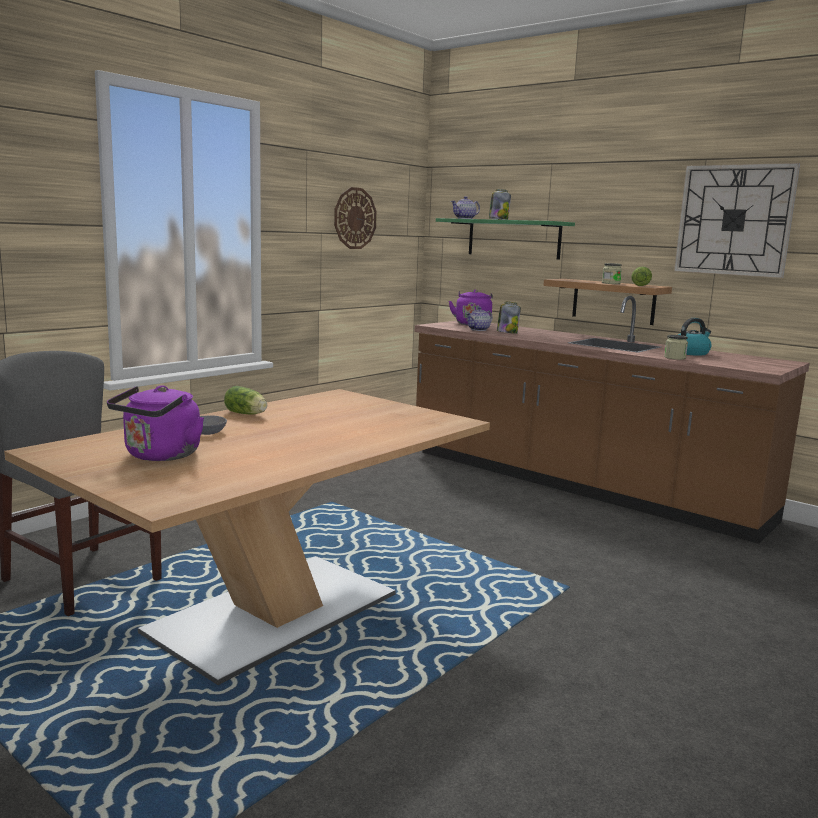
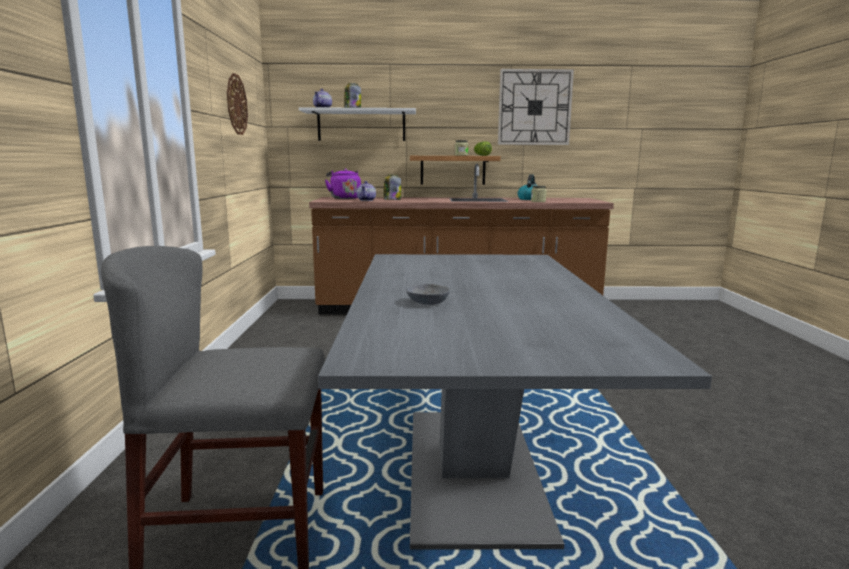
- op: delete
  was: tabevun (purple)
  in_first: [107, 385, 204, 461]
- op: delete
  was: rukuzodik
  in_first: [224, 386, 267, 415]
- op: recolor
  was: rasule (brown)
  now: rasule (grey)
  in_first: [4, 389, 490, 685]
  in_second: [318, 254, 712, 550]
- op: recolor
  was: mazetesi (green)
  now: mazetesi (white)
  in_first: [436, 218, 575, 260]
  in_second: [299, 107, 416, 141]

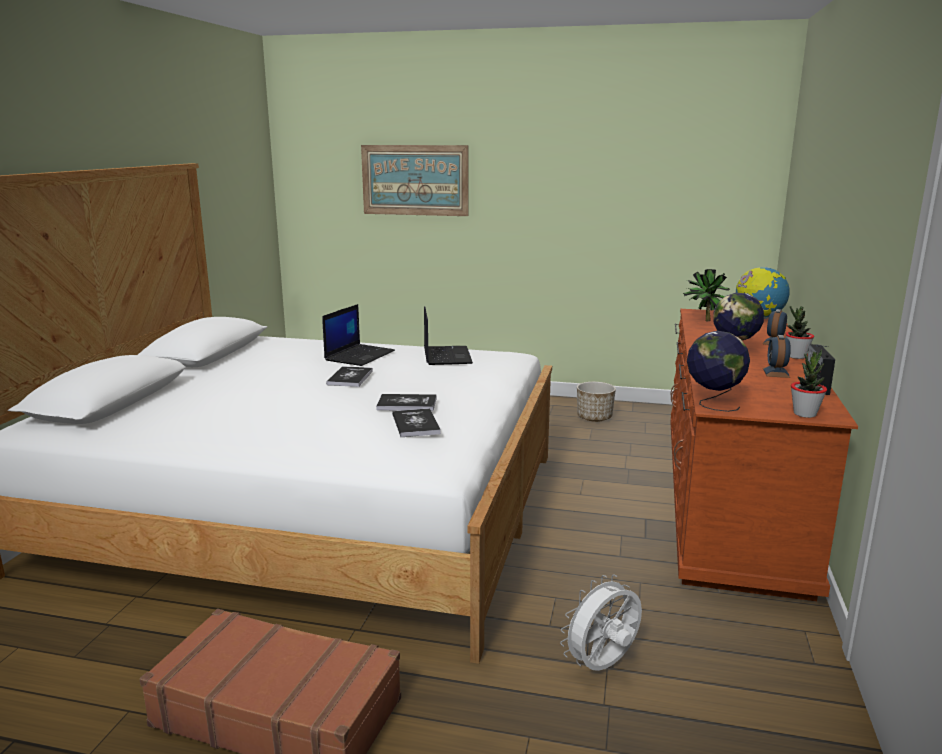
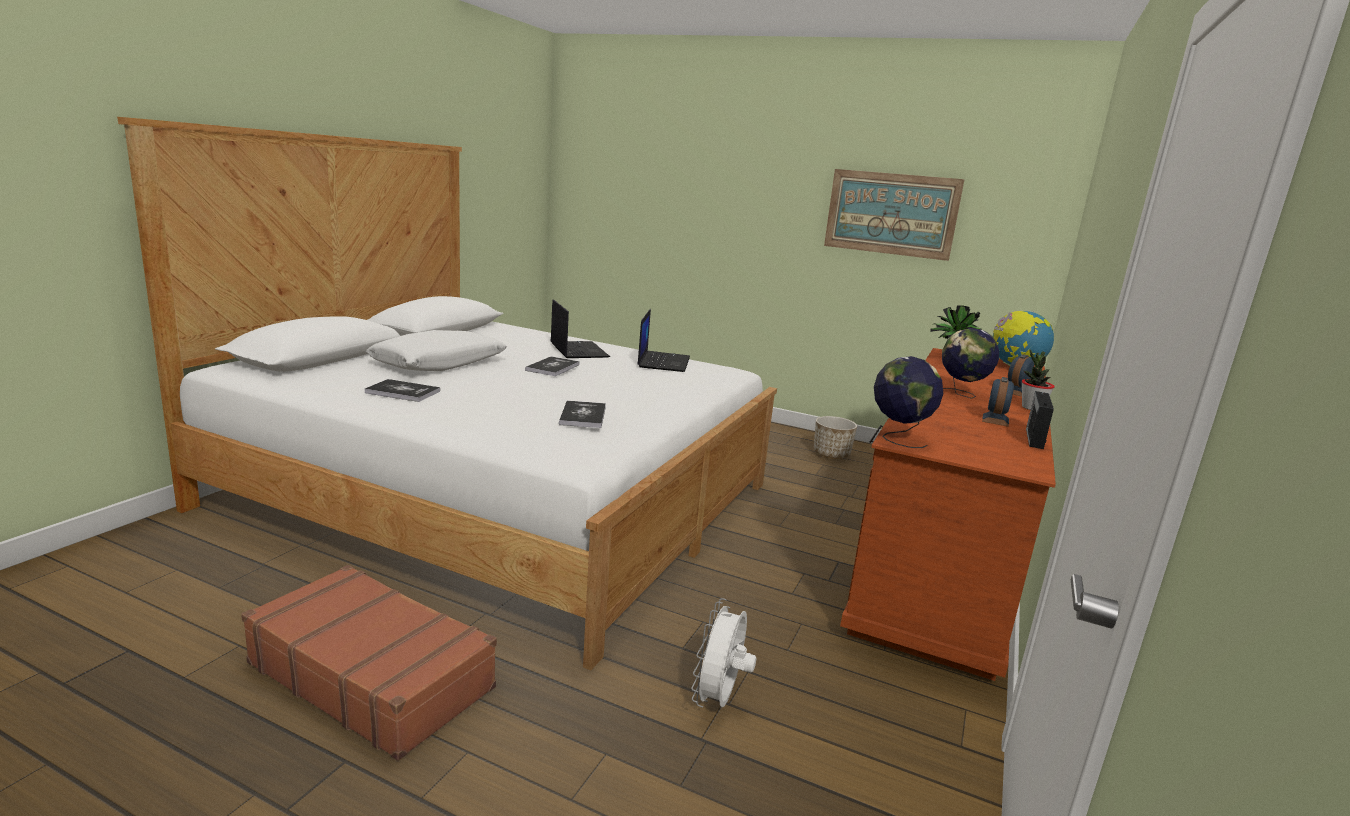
- op: delete
  was: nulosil
  in_first: [791, 349, 827, 418]
- op: insert
  now: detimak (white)
  in_second: [366, 330, 507, 371]
- op: move
  was: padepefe
  in_first: [361, 145, 469, 216]
  in_second: [824, 169, 964, 261]
- op: move
  was: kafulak
  in_first: [376, 394, 437, 411]
  in_second: [365, 379, 440, 402]
- op: rotate
  was: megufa
  in_first: [322, 304, 395, 366]
  in_second: [550, 299, 610, 358]
  clockwise: -60
- op: rotate
  was: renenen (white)
  in_first: [560, 574, 642, 671]
  in_second: [691, 598, 756, 708]
  clockwise: -45

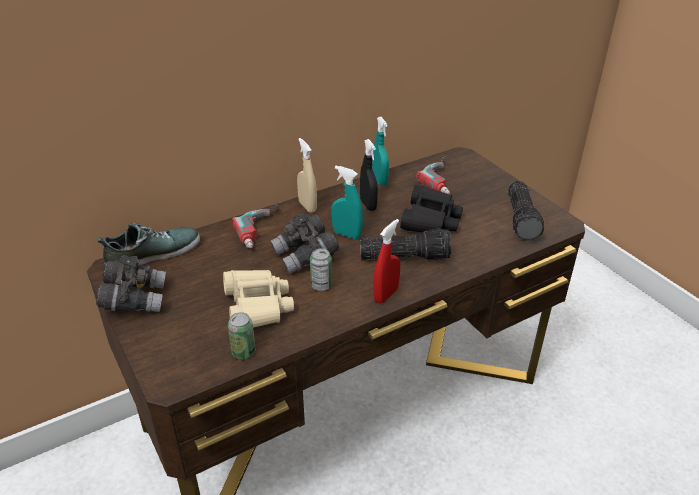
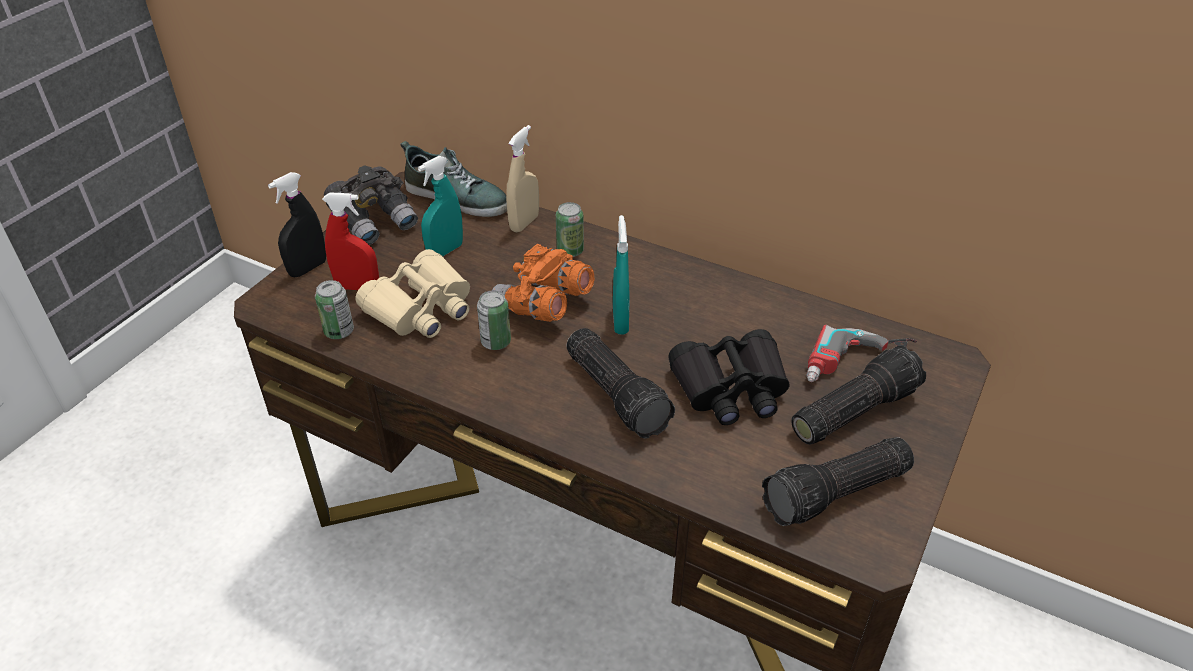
- op: insert
  now: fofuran
  in_second: [791, 345, 926, 445]
- op: move
  was: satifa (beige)
  in_first: [297, 138, 317, 213]
  in_second: [506, 125, 539, 233]
- op: move
  was: satifa (black)
  in_first: [360, 139, 378, 211]
  in_second: [268, 172, 326, 277]
- op: move
  was: satifa (turquoise)
  in_first: [372, 117, 389, 185]
  in_second: [418, 156, 463, 256]
- op: move
  was: satifa (red)
  in_first: [373, 219, 400, 304]
  in_second: [322, 192, 379, 290]
- op: replace
  was: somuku
  now: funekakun
  in_first: [232, 202, 281, 248]
  in_second: [556, 202, 584, 257]
- op: recolor
  was: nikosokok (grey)
  now: nikosokok (orange)
  in_first: [270, 214, 339, 274]
  in_second: [492, 244, 595, 322]

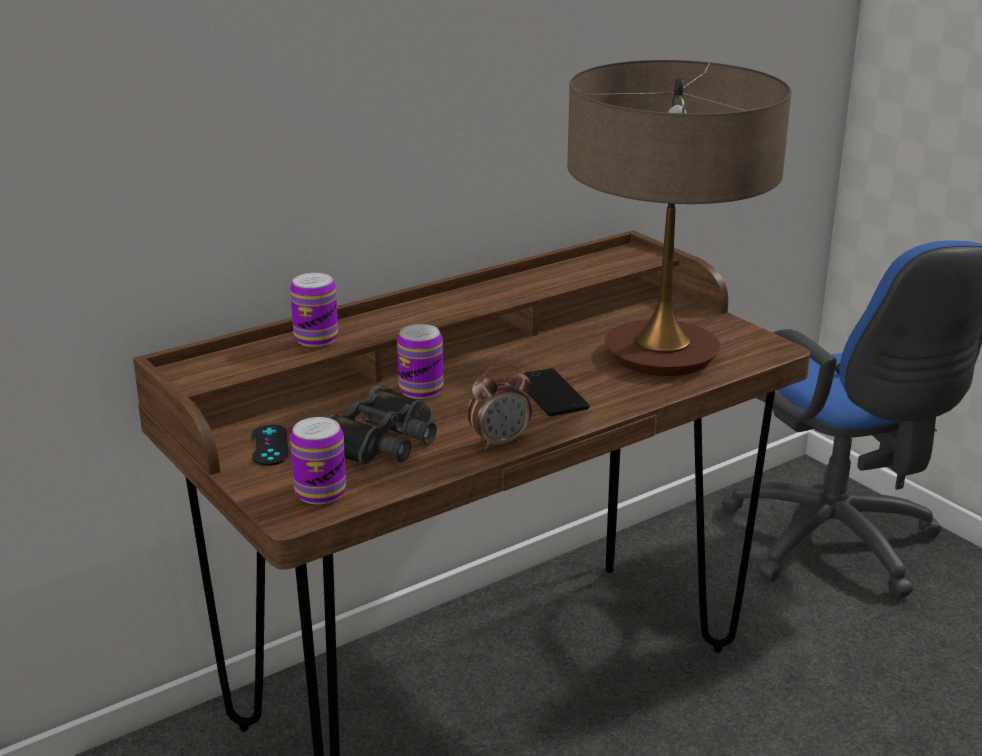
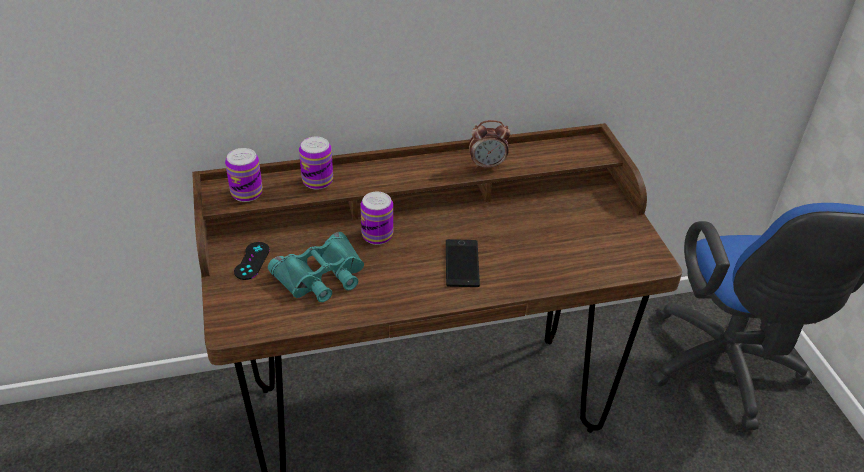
- op: delete
  was: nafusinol
  in_first: [567, 60, 791, 376]
- op: move
  was: funekakun
  in_first: [290, 417, 346, 504]
  in_second: [225, 148, 263, 202]
- op: move
  was: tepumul
  in_first: [467, 364, 532, 450]
  in_second: [469, 120, 510, 169]
- op: recolor
  was: nikosokok (black)
  now: nikosokok (turquoise)
  in_first: [328, 385, 437, 465]
  in_second: [268, 232, 364, 302]

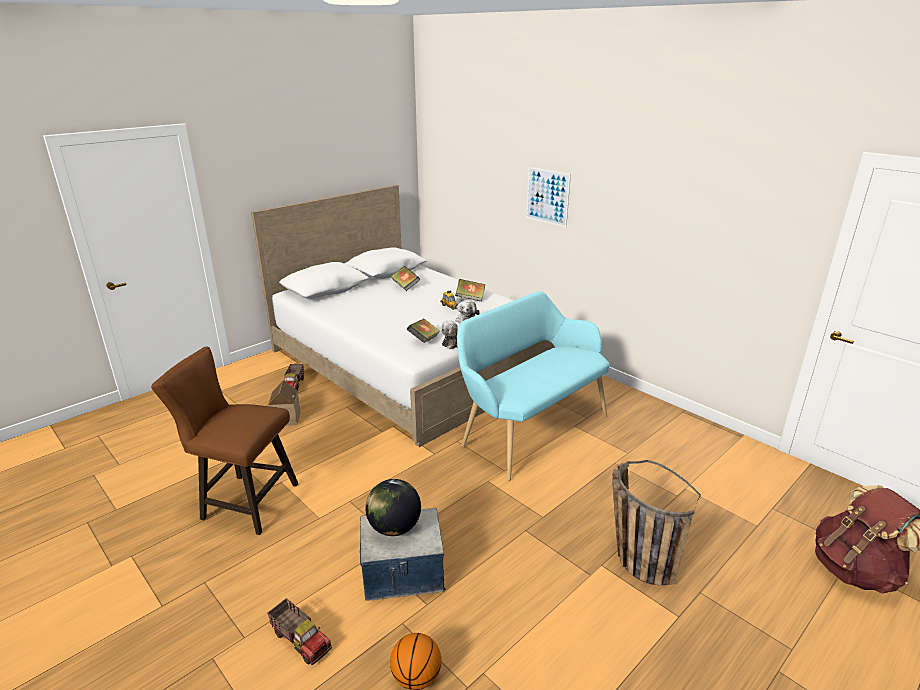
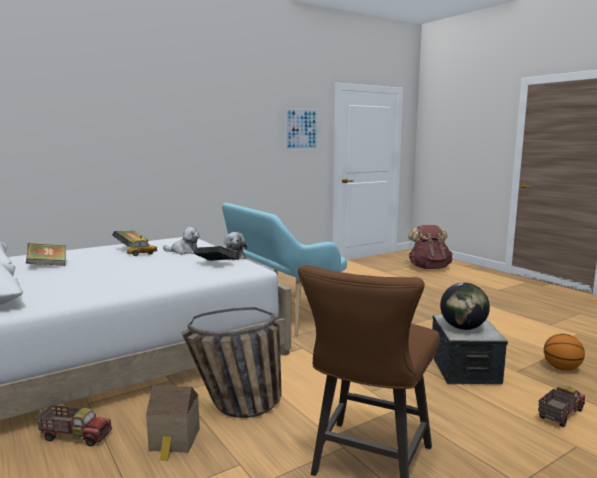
- op: move
  was: padepefe
  in_first: [526, 167, 571, 227]
  in_second: [284, 108, 319, 150]
- op: move
  was: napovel
  in_first: [612, 460, 701, 585]
  in_second: [181, 307, 282, 418]

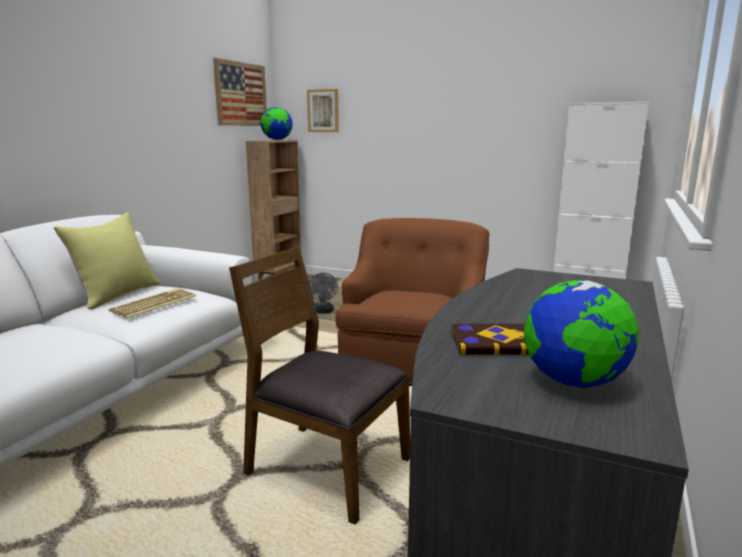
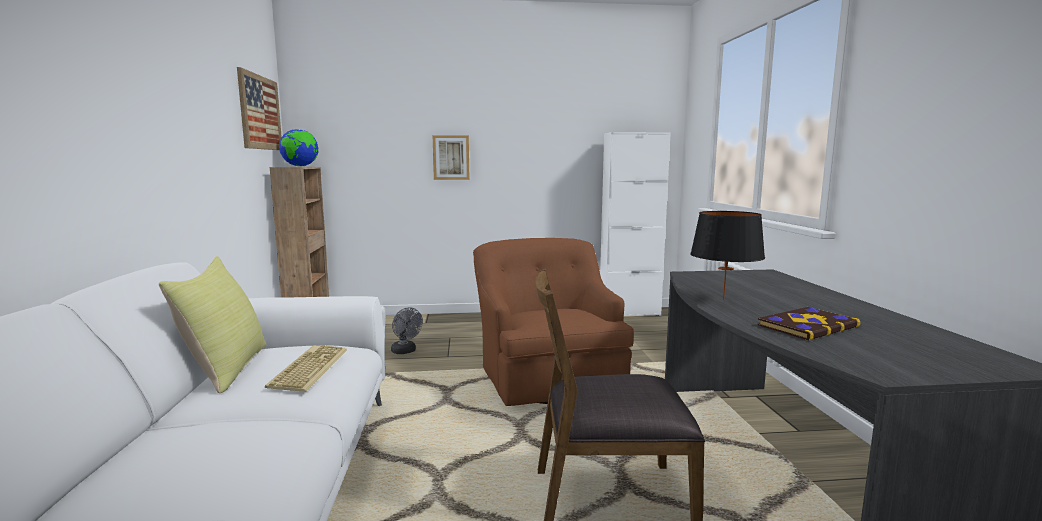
- op: delete
  was: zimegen
  in_first: [524, 280, 639, 388]
- op: insert
  now: nafusinol (black)
  in_second: [690, 211, 765, 300]
- op: move
  was: padepefe
  in_first: [307, 89, 339, 132]
  in_second: [432, 135, 470, 180]

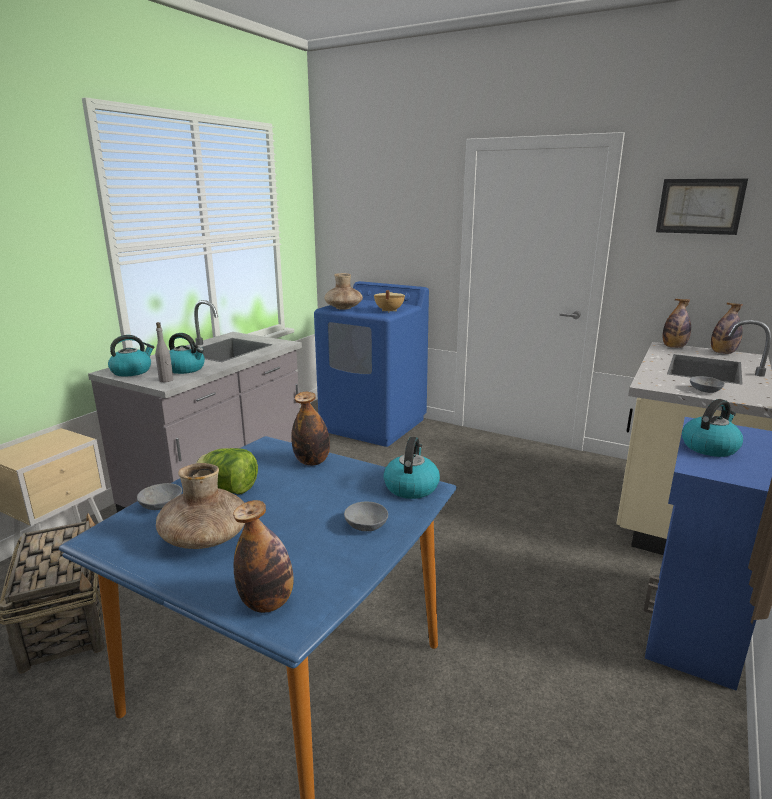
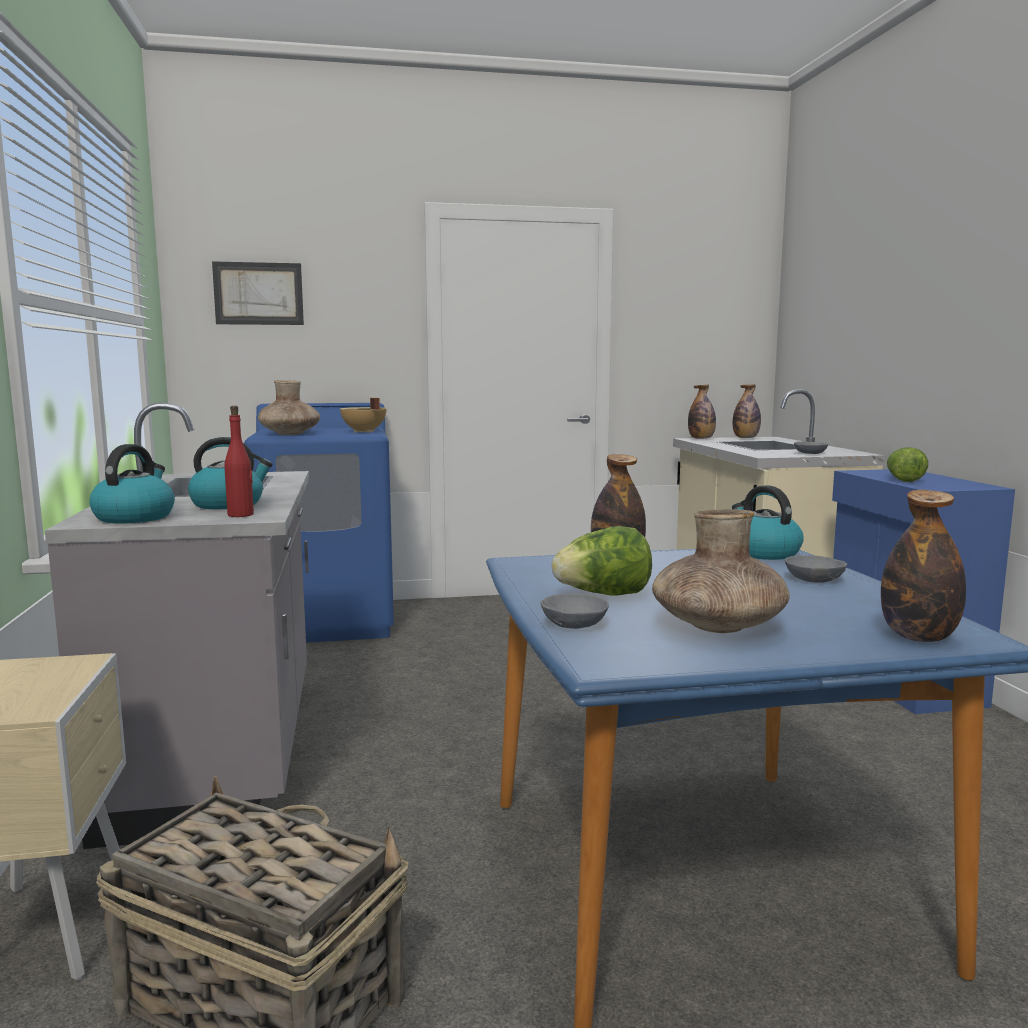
- op: move
  was: padepefe
  in_first: [656, 179, 748, 235]
  in_second: [212, 261, 304, 325]
- op: replace
  was: tabevun
  now: rukuzodik
  in_first: [682, 399, 743, 457]
  in_second: [887, 447, 928, 482]
- op: recolor
  was: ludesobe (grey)
  now: ludesobe (red)
  in_first: [155, 322, 173, 382]
  in_second: [224, 406, 254, 517]

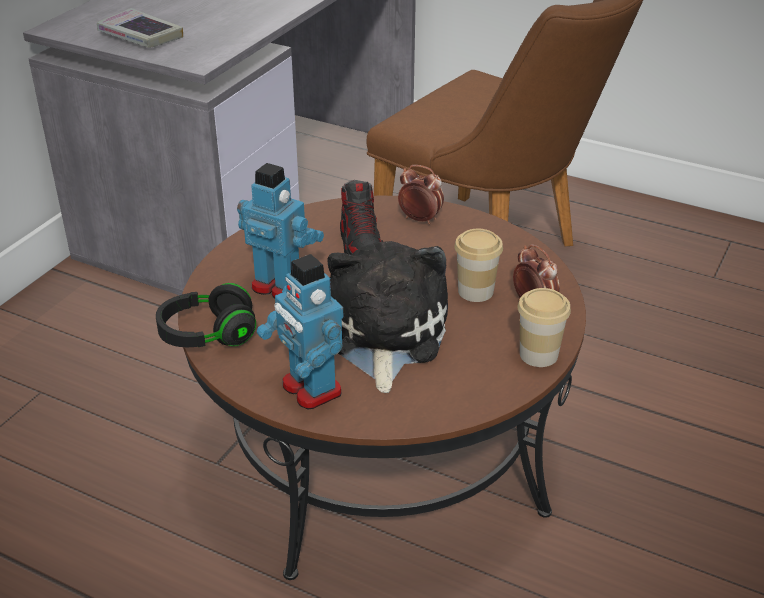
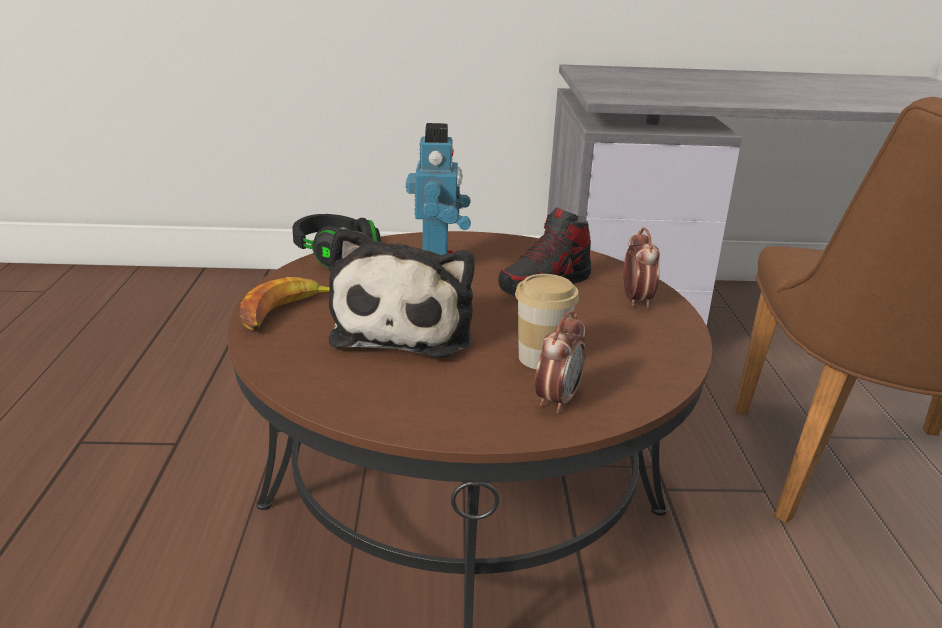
- op: delete
  was: kafulak
  in_first: [97, 8, 183, 48]
- op: delete
  was: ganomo
  in_first: [518, 288, 571, 367]
- op: replace
  was: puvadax
  now: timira
  in_first: [257, 254, 343, 409]
  in_second: [240, 277, 330, 330]
- op: rotate
  was: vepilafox
  in_first: [327, 241, 448, 393]
  in_second: [329, 227, 474, 358]
  clockwise: 120

